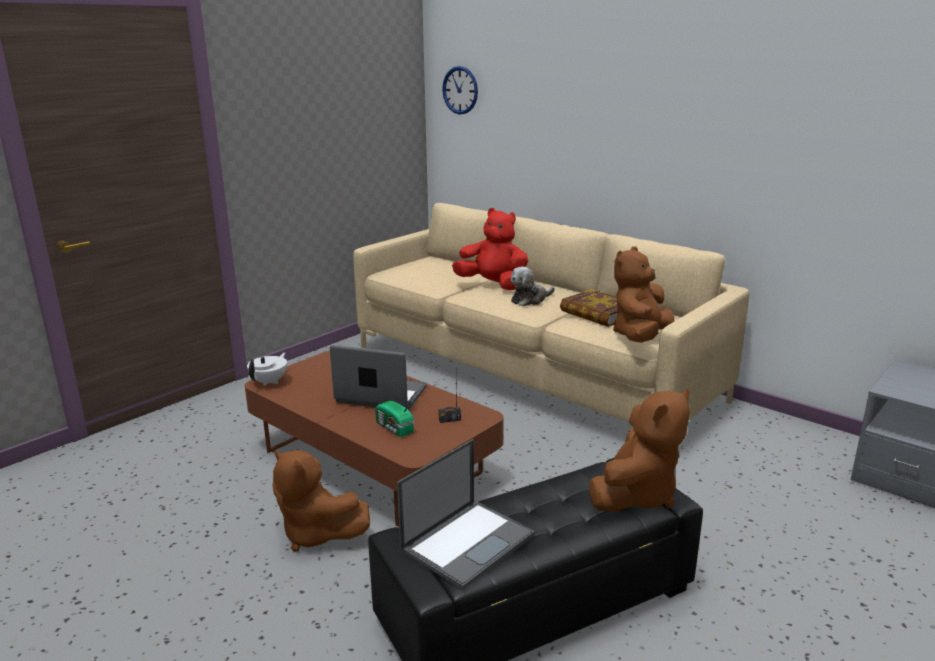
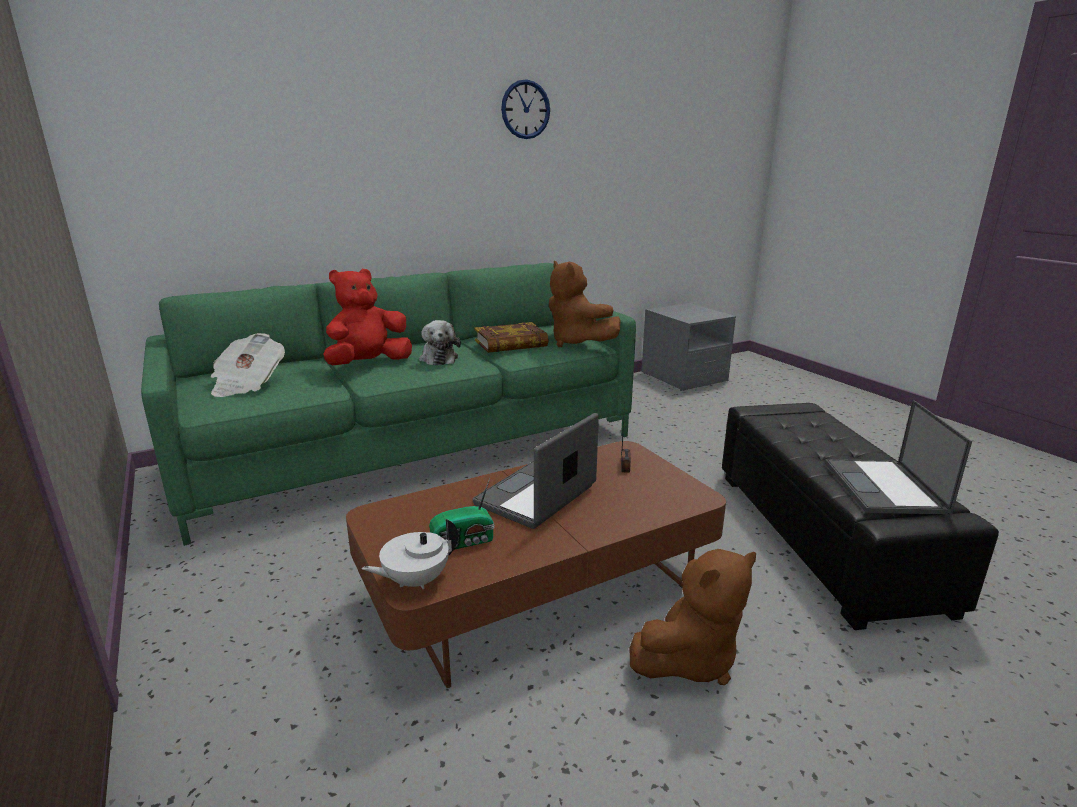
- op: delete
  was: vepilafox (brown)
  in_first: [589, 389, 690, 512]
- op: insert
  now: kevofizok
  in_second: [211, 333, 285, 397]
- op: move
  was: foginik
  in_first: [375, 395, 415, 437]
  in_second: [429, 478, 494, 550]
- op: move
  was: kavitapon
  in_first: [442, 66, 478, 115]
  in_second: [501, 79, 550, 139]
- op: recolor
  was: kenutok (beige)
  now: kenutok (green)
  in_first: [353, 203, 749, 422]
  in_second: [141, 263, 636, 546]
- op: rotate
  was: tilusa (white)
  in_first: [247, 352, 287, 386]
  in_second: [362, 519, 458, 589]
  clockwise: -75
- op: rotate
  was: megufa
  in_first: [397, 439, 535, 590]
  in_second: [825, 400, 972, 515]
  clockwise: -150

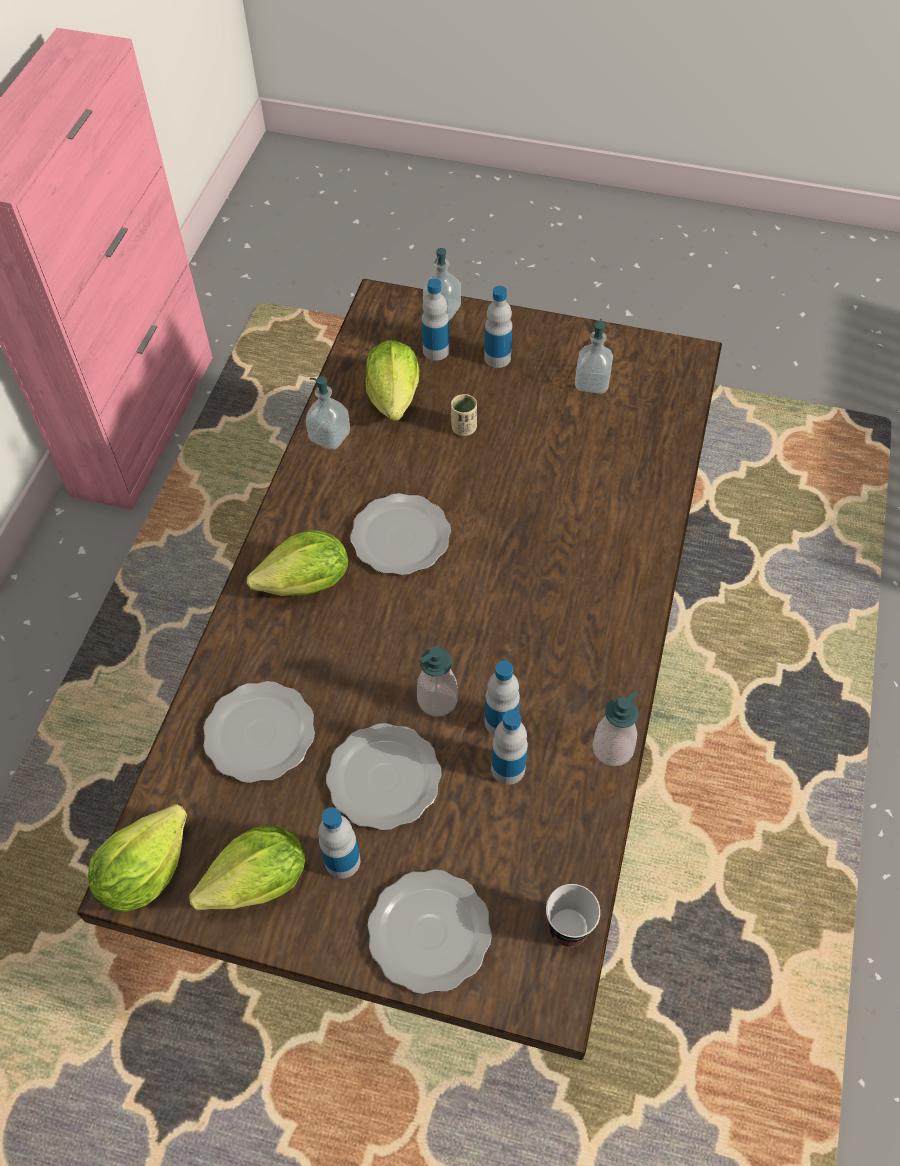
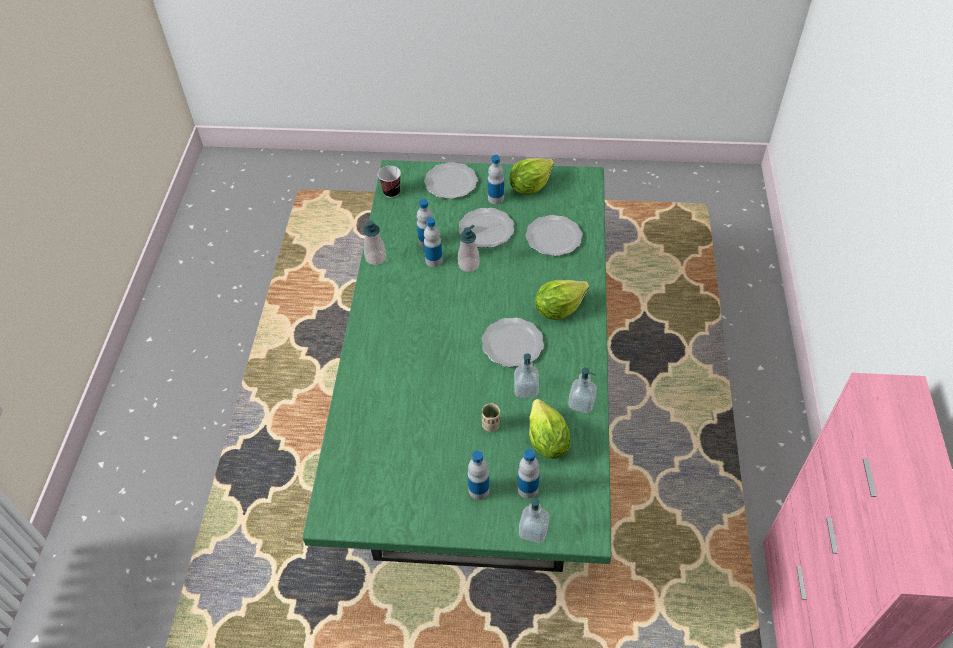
- op: delete
  was: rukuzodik
  in_first: [88, 804, 187, 912]
- op: move
  was: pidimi
  in_first: [575, 318, 613, 394]
  in_second: [514, 353, 539, 398]
- op: recolor
  was: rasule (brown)
  now: rasule (green)
  in_first: [77, 279, 722, 1060]
  in_second: [303, 160, 611, 572]

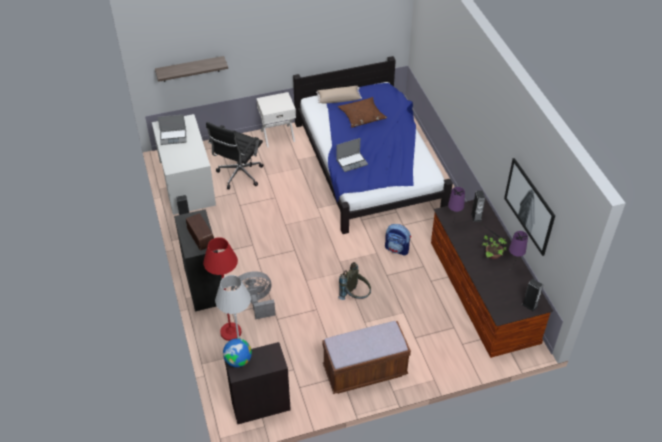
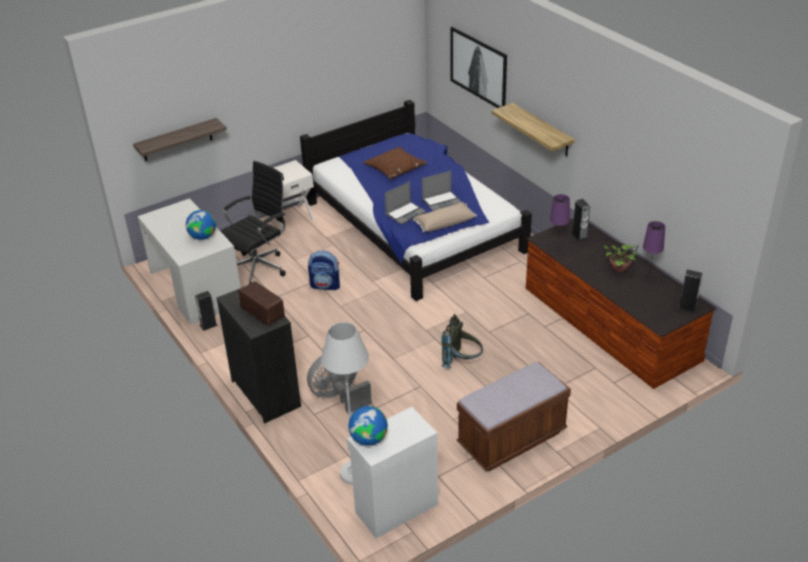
- op: delete
  was: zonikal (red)
  in_first: [203, 237, 242, 341]
- op: insert
  now: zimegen
  in_second: [186, 210, 216, 240]
- op: insert
  now: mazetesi
  in_second: [491, 103, 575, 157]
- op: move
  was: megufa
  in_first: [157, 115, 187, 145]
  in_second: [422, 171, 461, 211]
- op: move
  was: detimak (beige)
  in_first: [316, 86, 362, 104]
  in_second: [413, 202, 477, 232]
- op: move
  was: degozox
  in_first: [385, 224, 411, 256]
  in_second: [308, 250, 340, 290]
- op: move
  was: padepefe
  in_first: [504, 158, 555, 256]
  in_second: [451, 27, 507, 108]
- op: recolor
  was: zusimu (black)
  now: zusimu (white)
  in_first: [225, 342, 291, 424]
  in_second: [347, 407, 438, 538]
- op: rotate
  was: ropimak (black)
  in_first: [206, 122, 263, 189]
  in_second: [221, 161, 286, 284]
  clockwise: -150

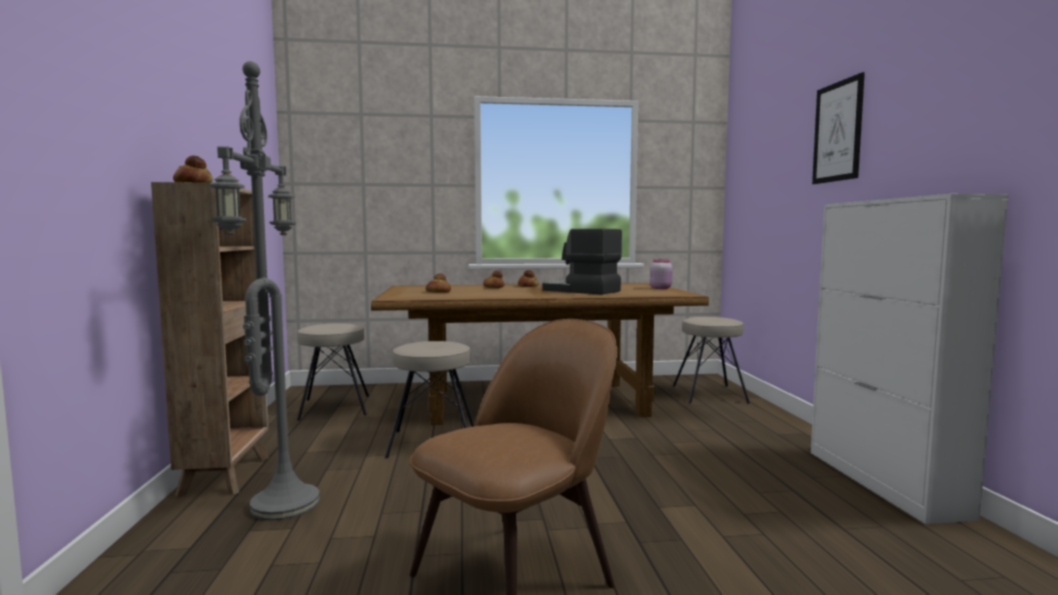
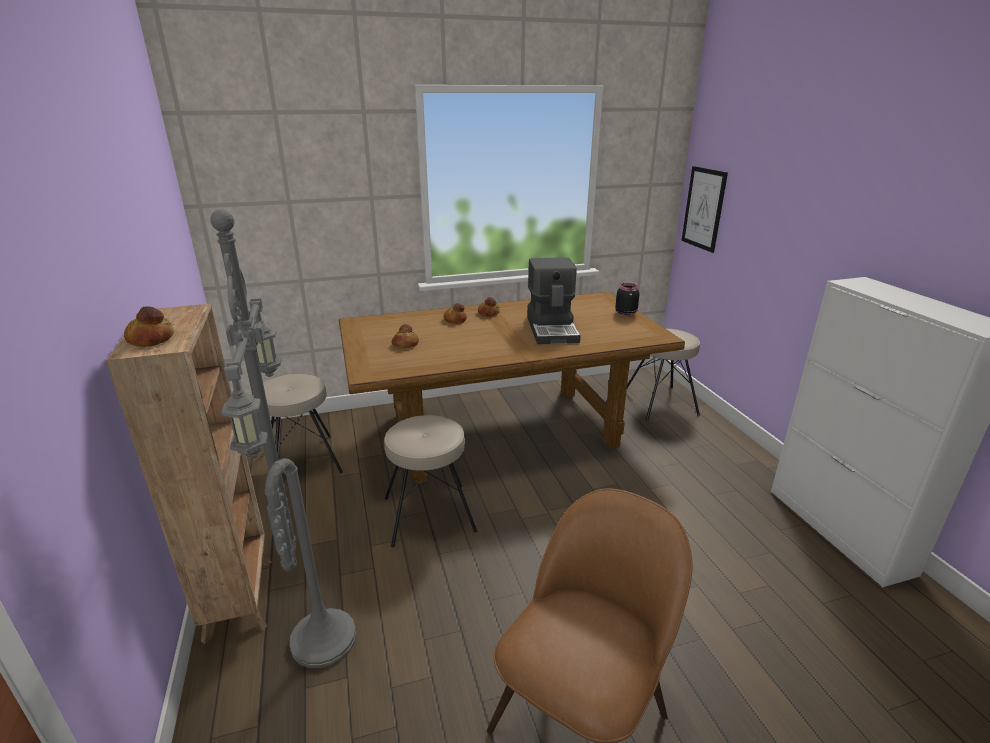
- op: move
  was: padepefe
  in_first: [812, 72, 865, 184]
  in_second: [681, 166, 728, 253]
- op: recolor
  was: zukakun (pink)
  now: zukakun (black)
  in_first: [650, 259, 672, 289]
  in_second: [615, 283, 640, 316]
- op: rotate
  was: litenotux
  in_first: [542, 229, 622, 294]
  in_second: [527, 257, 581, 344]
  clockwise: -120

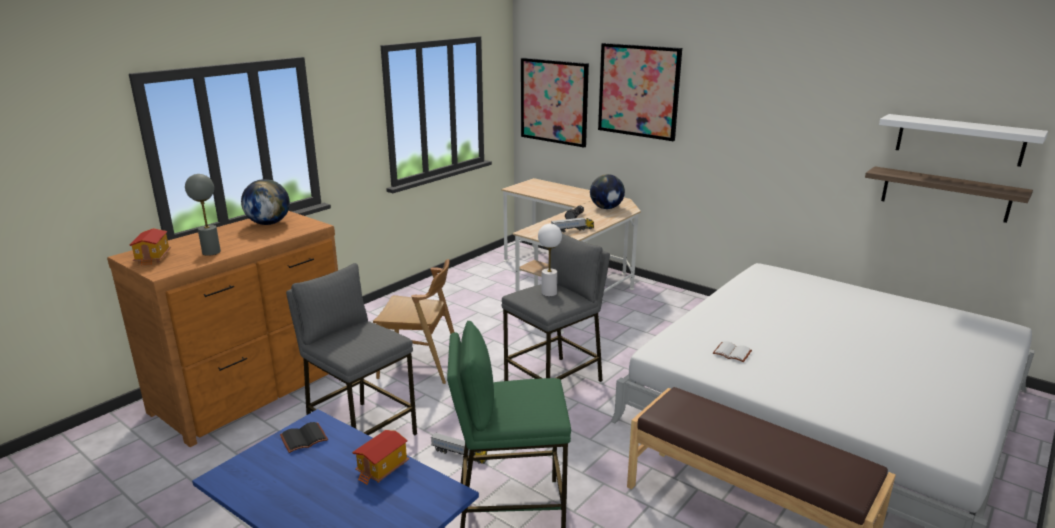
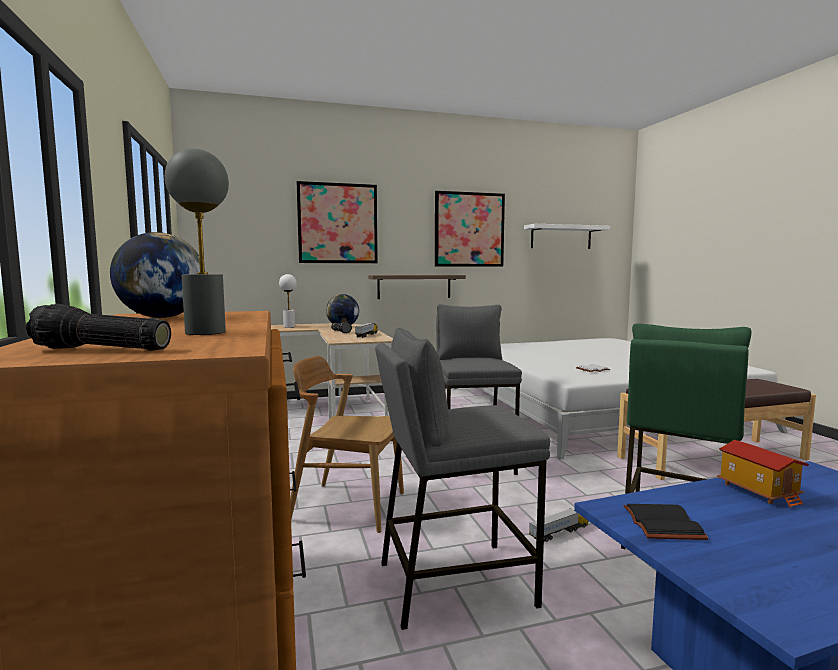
- op: move
  was: padepefe
  in_first: [521, 58, 589, 148]
  in_second: [435, 191, 505, 267]
- op: move
  was: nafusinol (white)
  in_first: [538, 224, 562, 297]
  in_second: [279, 274, 297, 328]
- op: move
  was: mazetesi
  in_first: [865, 166, 1033, 223]
  in_second: [368, 275, 466, 299]
- op: replace
  was: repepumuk
  now: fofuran
  in_first: [129, 228, 171, 266]
  in_second: [26, 304, 171, 351]
- op: rotate
  was: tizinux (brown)
  in_first: [373, 259, 454, 384]
  in_second: [290, 356, 404, 533]
  clockwise: -120

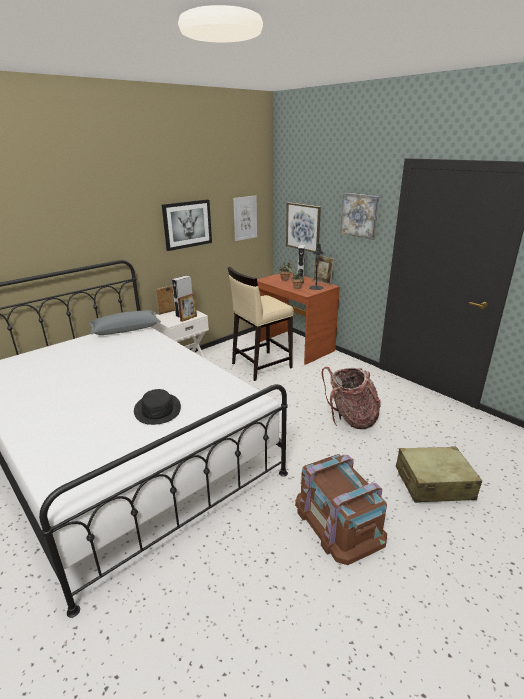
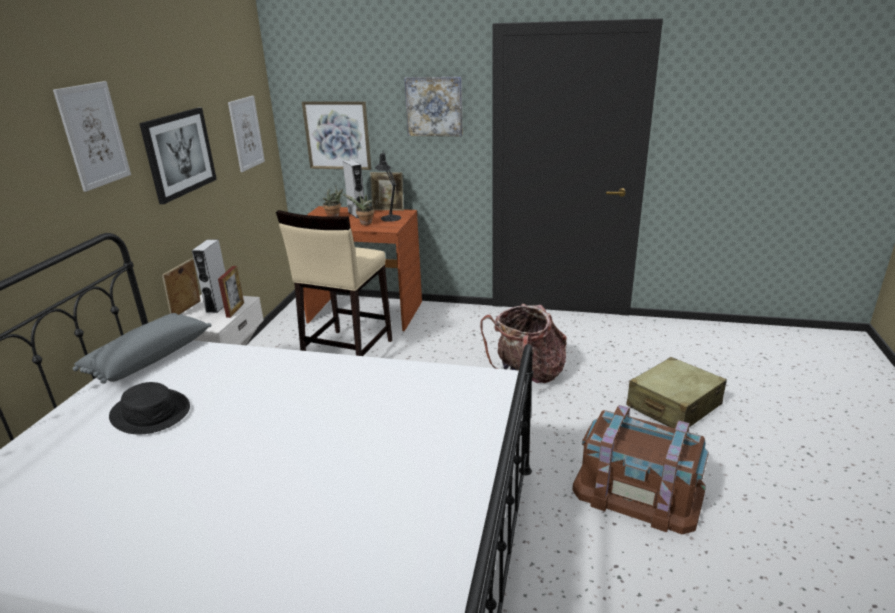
- op: insert
  now: padepefe
  in_second: [53, 81, 131, 192]
- op: move
  was: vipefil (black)
  in_first: [134, 389, 181, 425]
  in_second: [109, 382, 190, 434]

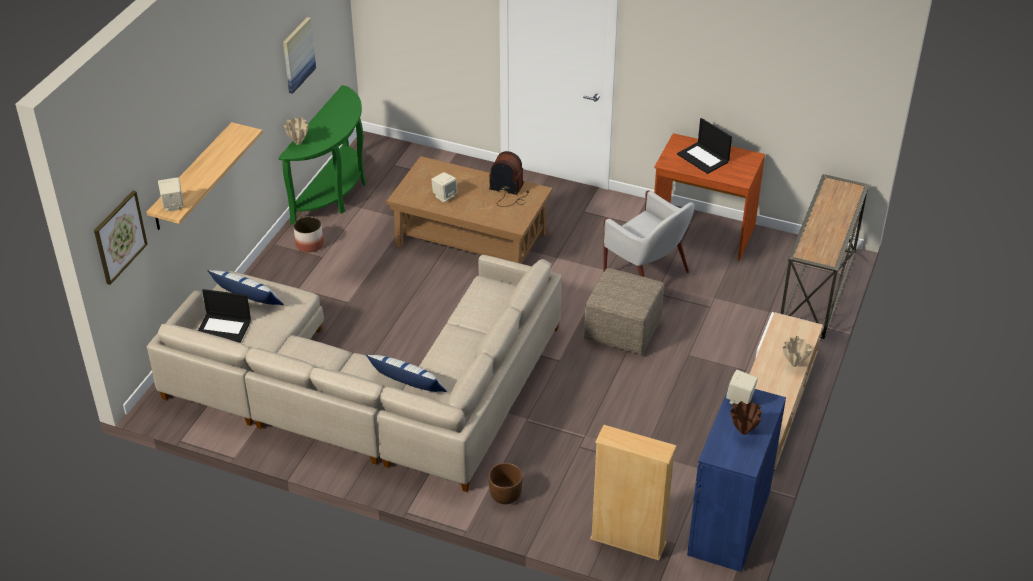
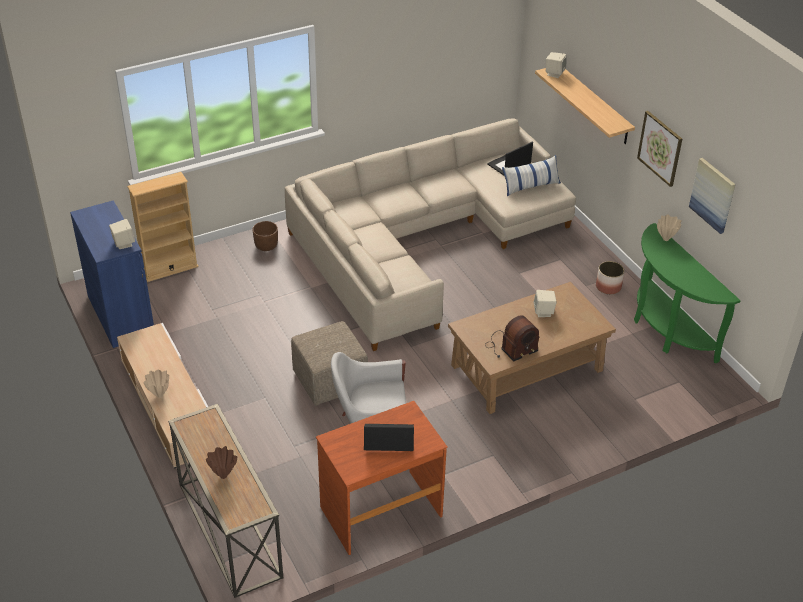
- op: delete
  was: detimak
  in_first: [366, 355, 447, 392]
- op: move
  was: padepefe
  in_first: [94, 191, 148, 285]
  in_second: [637, 111, 682, 187]
- op: move
  was: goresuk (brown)
  in_first: [731, 401, 762, 435]
  in_second: [206, 446, 237, 479]

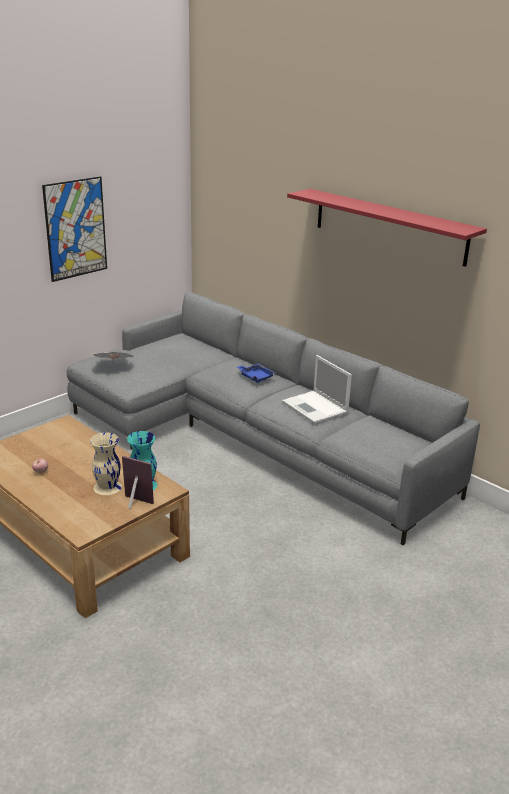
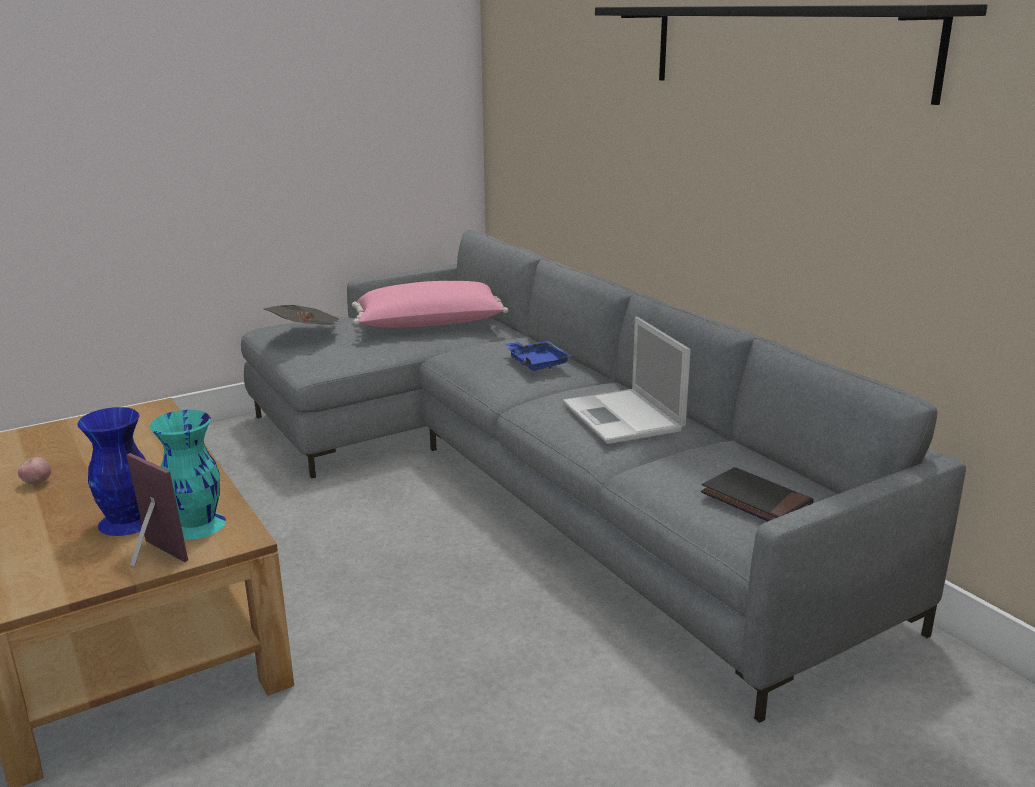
- op: delete
  was: padepefe
  in_first: [42, 176, 107, 282]
- op: insert
  now: detimak (pink)
  in_second: [352, 281, 508, 327]
- op: insert
  now: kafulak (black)
  in_second: [701, 467, 814, 521]
- op: recolor
  was: goresuk (beige)
  now: goresuk (blue)
  in_first: [90, 432, 122, 495]
  in_second: [77, 407, 146, 536]
- op: recolor
  was: mazetesi (red)
  now: mazetesi (black)
  in_first: [287, 189, 487, 267]
  in_second: [595, 4, 987, 105]

